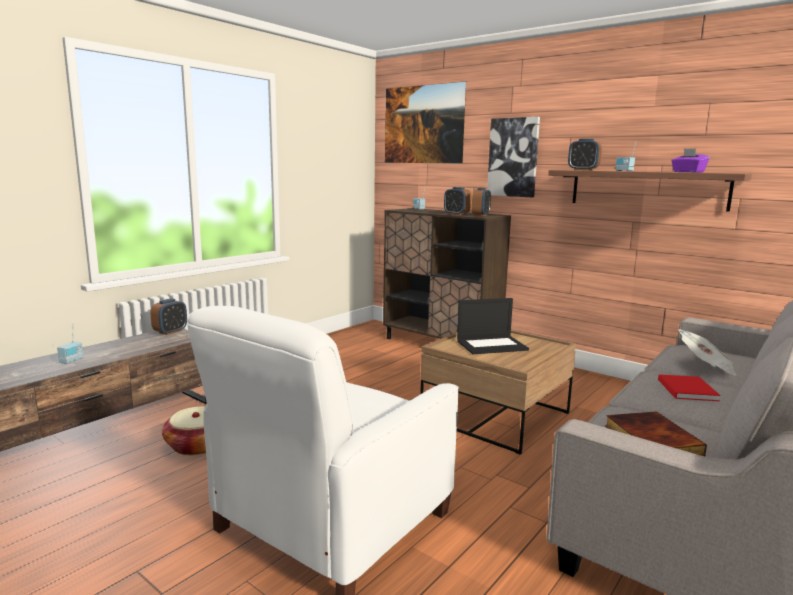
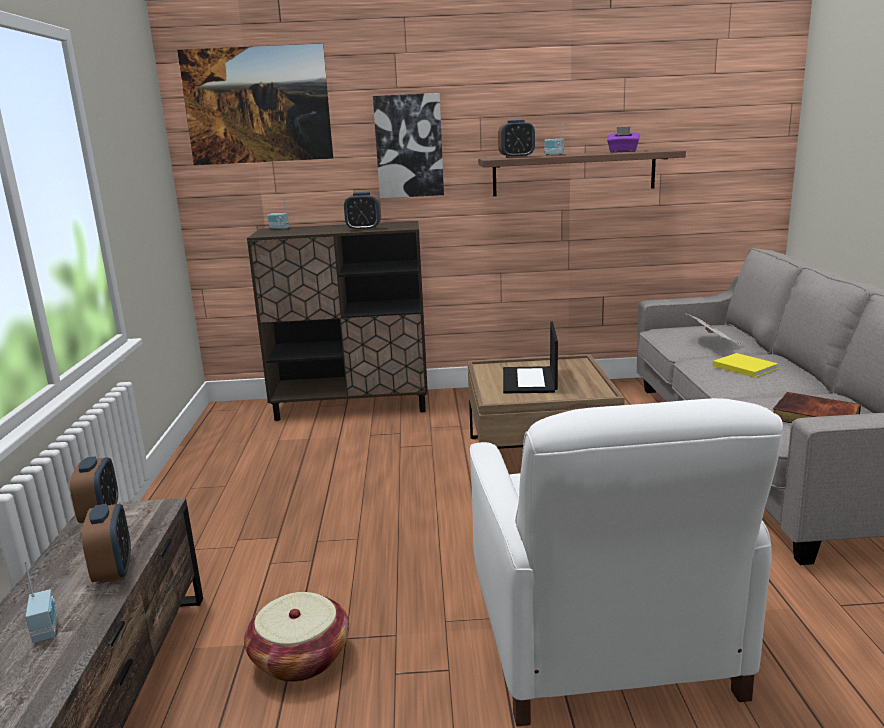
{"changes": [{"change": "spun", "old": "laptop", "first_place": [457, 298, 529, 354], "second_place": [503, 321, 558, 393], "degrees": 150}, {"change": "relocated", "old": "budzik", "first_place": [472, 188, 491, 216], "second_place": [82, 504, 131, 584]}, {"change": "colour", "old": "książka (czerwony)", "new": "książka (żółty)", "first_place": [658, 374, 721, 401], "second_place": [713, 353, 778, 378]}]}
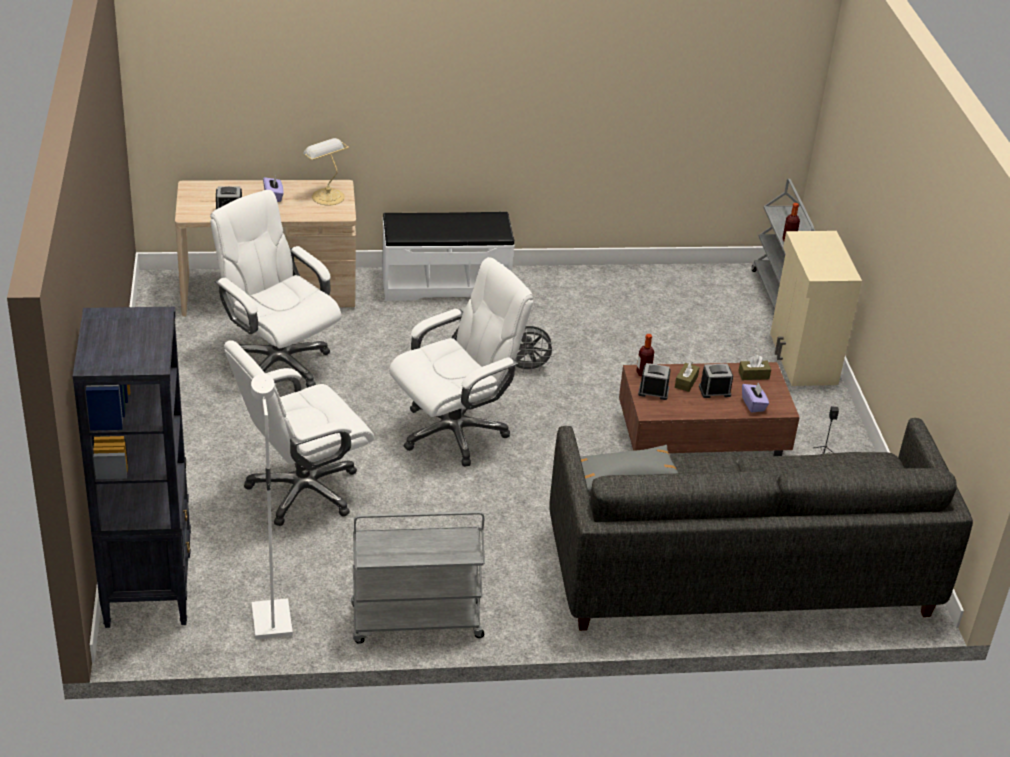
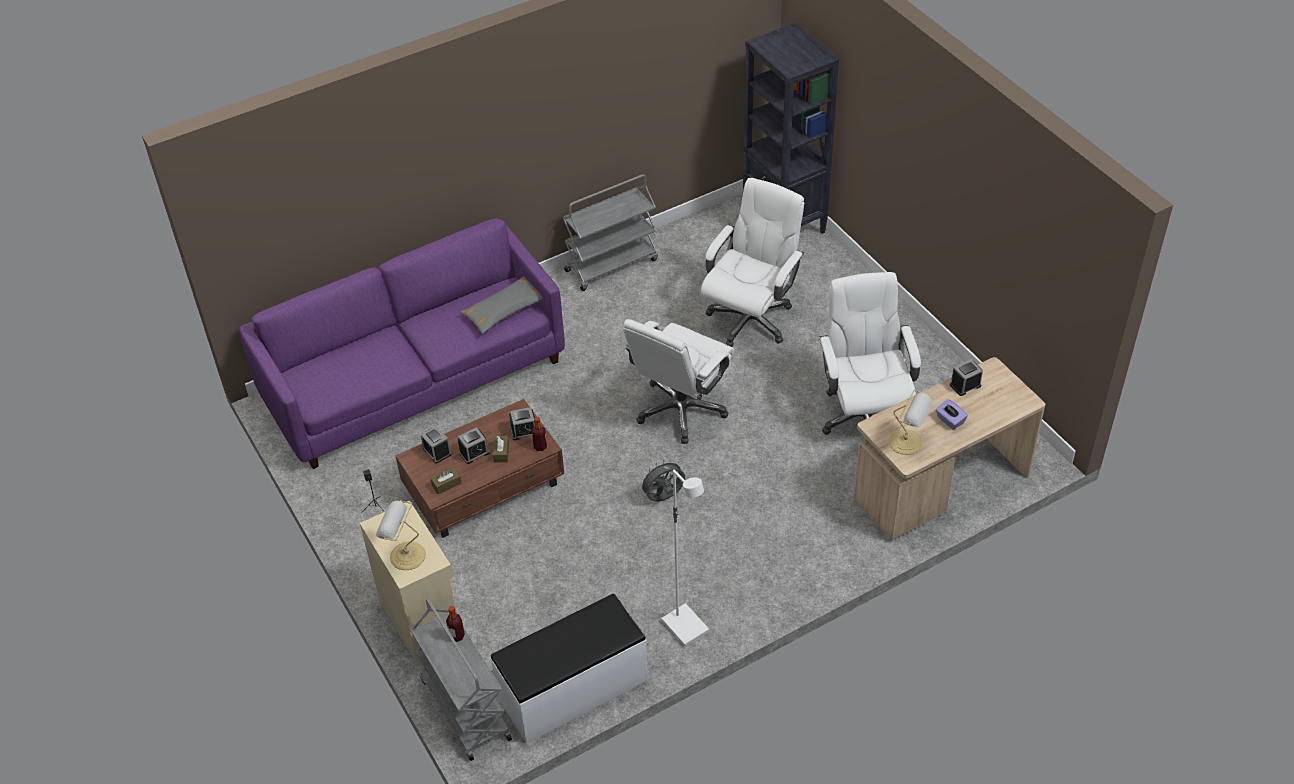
{"changes": [{"change": "spun", "old": "krzesło biurowe (biały)", "first_place": [210, 190, 341, 388], "second_place": [819, 272, 921, 435], "degrees": -120}, {"change": "relocated", "old": "lampa stojąca (biały)", "first_place": [251, 374, 293, 640], "second_place": [661, 470, 709, 646]}, {"change": "relocated", "old": "ławka (biały)", "first_place": [382, 212, 515, 301], "second_place": [490, 594, 648, 744]}, {"change": "colour", "old": "kanapa (szary)", "new": "kanapa (fioletowy)", "first_place": [549, 418, 973, 631], "second_place": [239, 218, 565, 469]}, {"change": "exchanged", "old": "pudełko chusteczek (fioletowy)", "new": "budzik", "first_place": [742, 382, 769, 413], "second_place": [421, 426, 451, 463]}, {"change": "appeared", "new": "lampa stołowa", "second_place": [376, 500, 426, 570]}]}
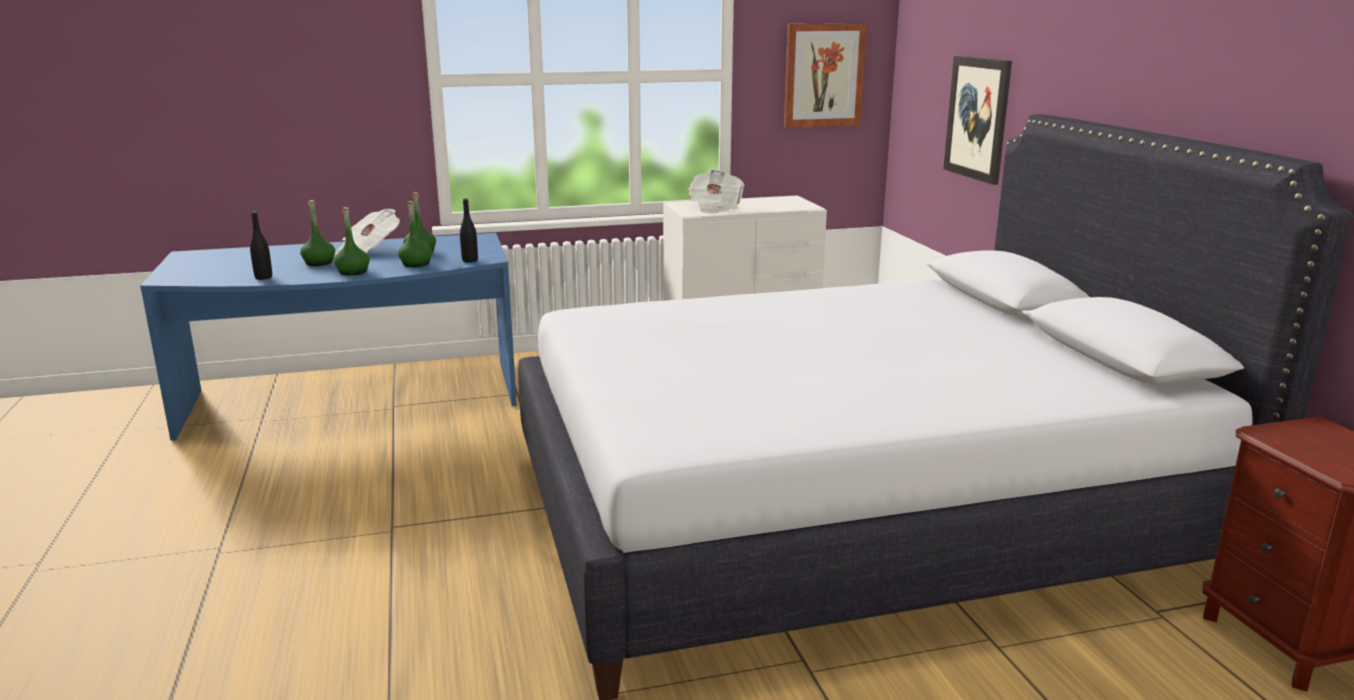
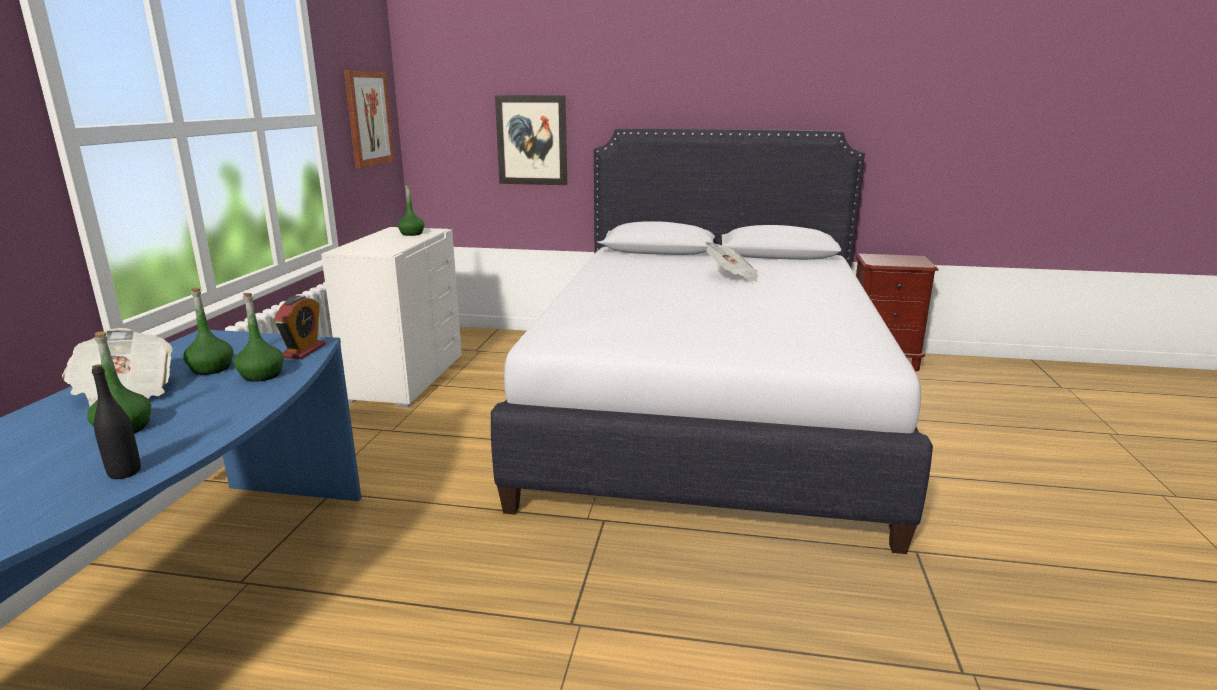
{"changes": [{"change": "relocated", "old": "butelka (zielony)", "first_place": [334, 207, 370, 275], "second_place": [398, 184, 425, 236]}, {"change": "exchanged", "old": "butelka (czarny)", "new": "budzik", "first_place": [460, 198, 478, 263], "second_place": [274, 296, 326, 359]}, {"change": "relocated", "old": "gazeta", "first_place": [687, 169, 745, 214], "second_place": [705, 241, 758, 282]}]}
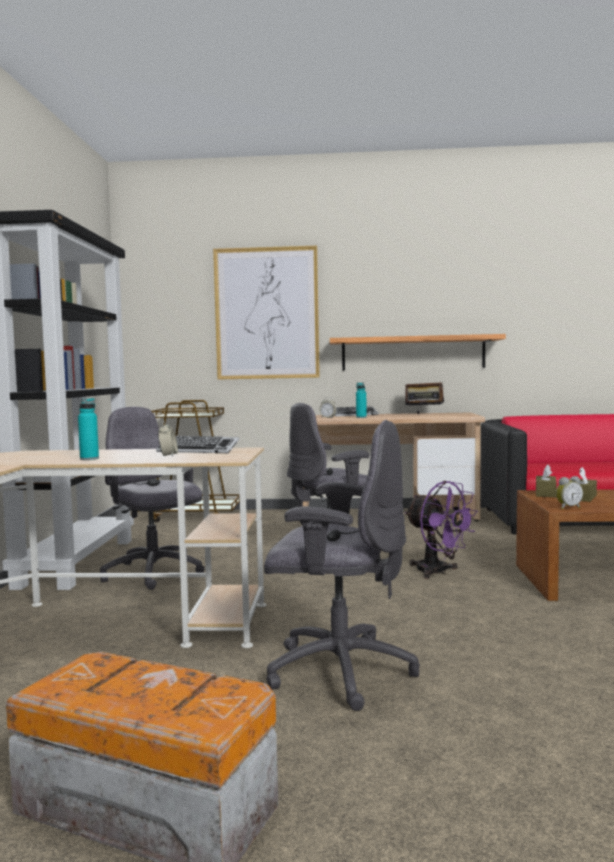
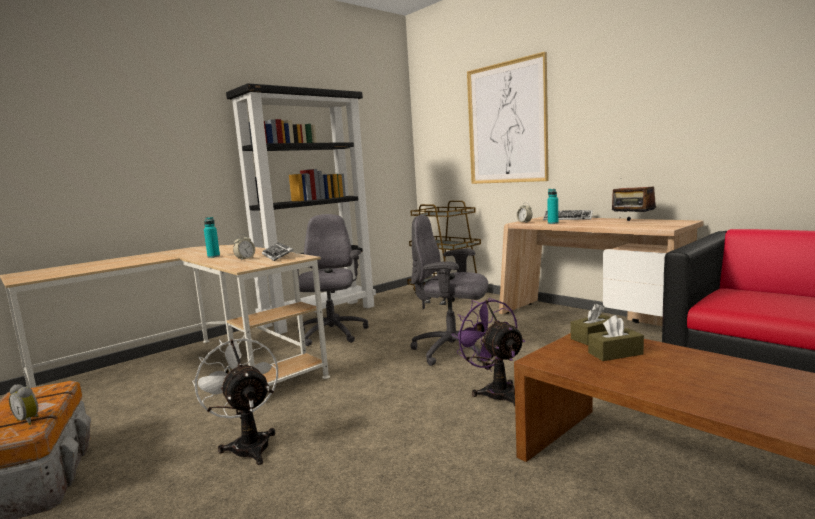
{"changes": [{"change": "exchanged", "old": "krzesło biurowe (szary)", "new": "wentylator (biały)", "first_place": [264, 420, 420, 711], "second_place": [192, 335, 278, 465]}, {"change": "missing", "old": "półka", "first_place": [330, 334, 506, 371]}, {"change": "spun", "old": "wentylator (fioletowy)", "first_place": [405, 481, 478, 579], "second_place": [452, 298, 525, 406], "degrees": 150}, {"change": "relocated", "old": "budzik", "first_place": [556, 476, 583, 510], "second_place": [9, 385, 39, 425]}]}
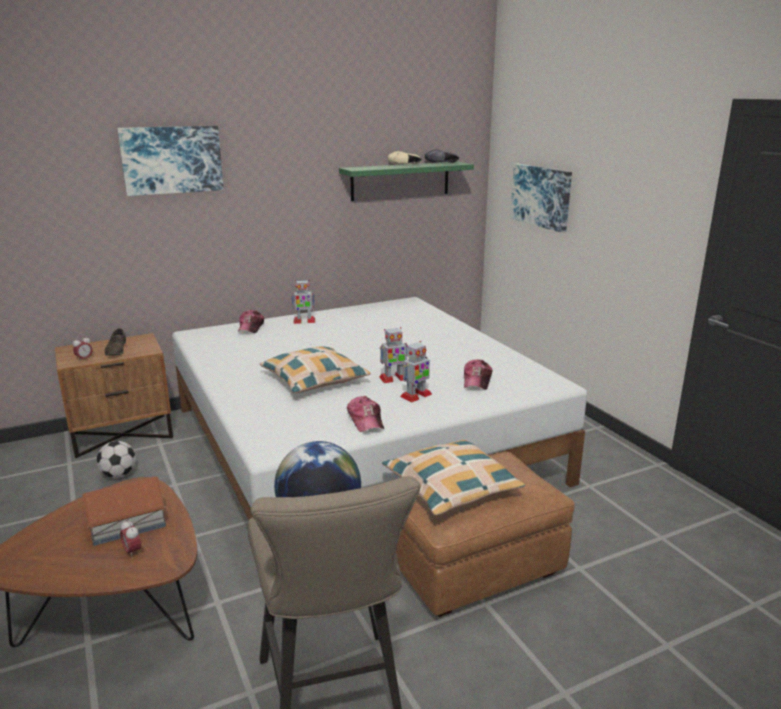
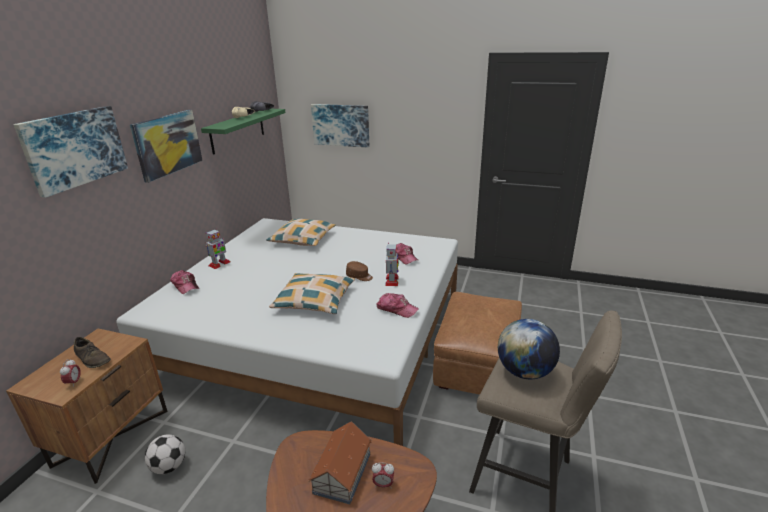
{"changes": [{"change": "exchanged", "old": "robot zabawkowy", "new": "czapka z daszkiem (brązowy)", "first_place": [379, 327, 408, 383], "second_place": [346, 261, 373, 281]}, {"change": "relocated", "old": "poduszka", "first_place": [382, 440, 525, 515], "second_place": [266, 219, 336, 246]}, {"change": "appeared", "new": "obraz", "second_place": [130, 110, 203, 183]}]}
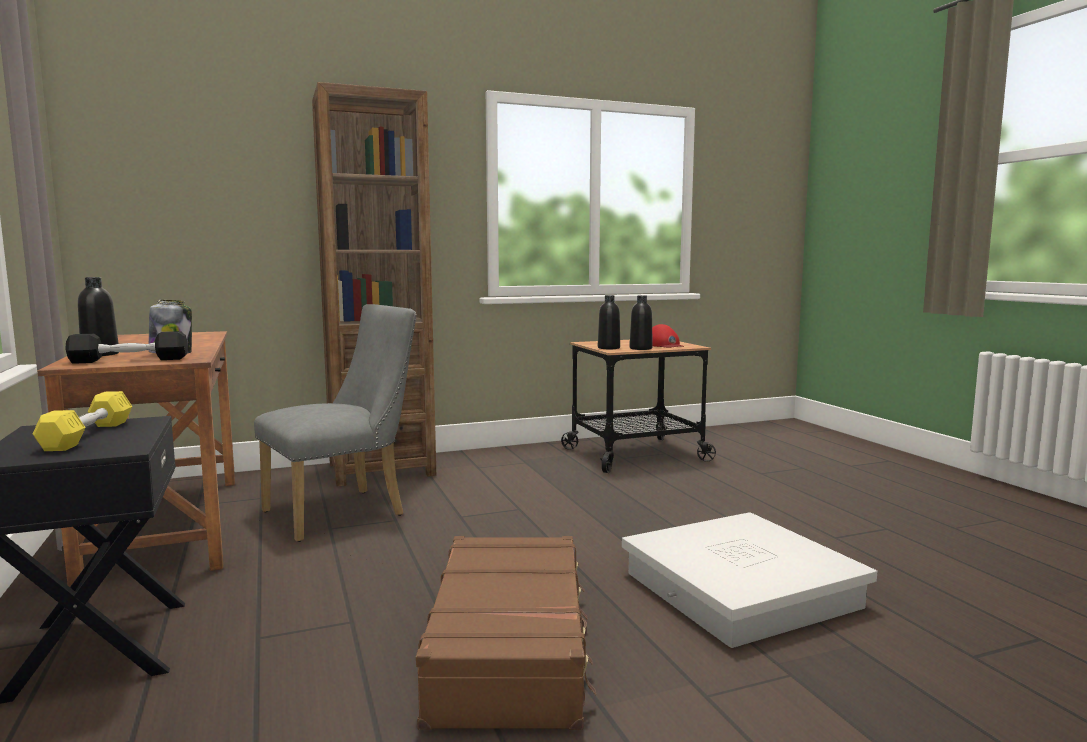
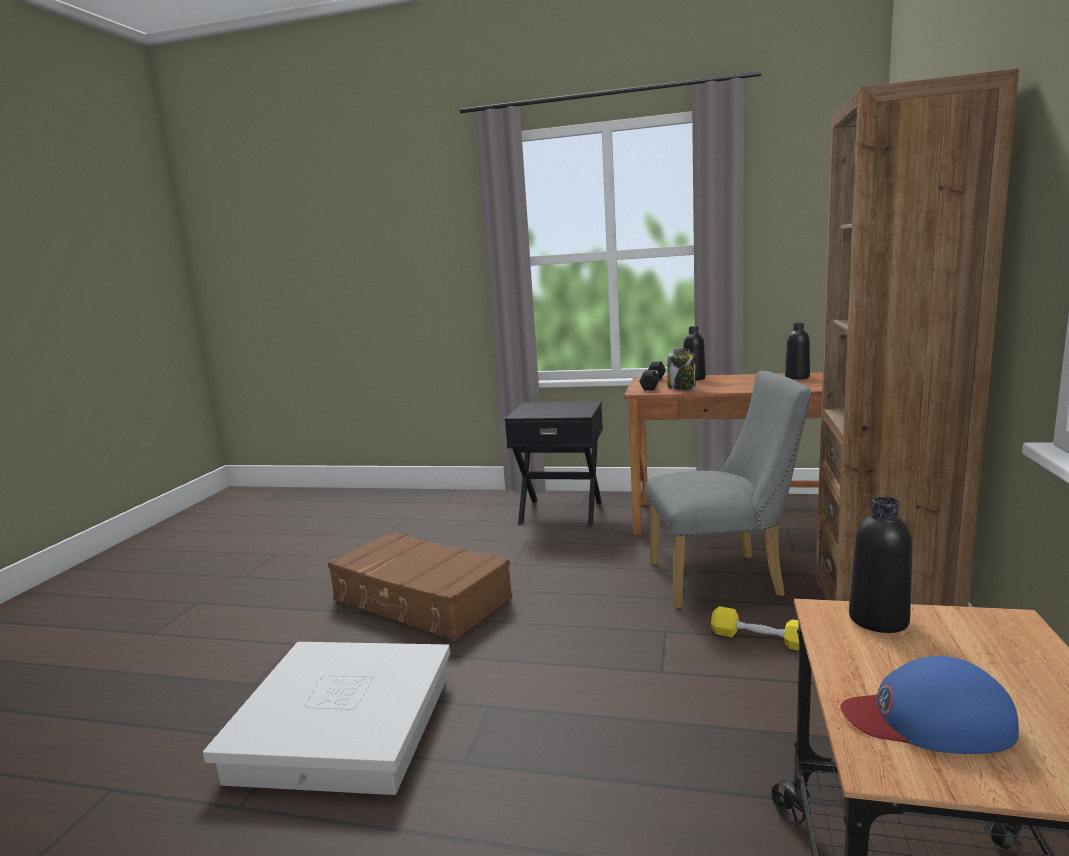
{"changes": [{"change": "relocated", "old": "hantel (żółty)", "first_place": [33, 391, 132, 451], "second_place": [711, 606, 799, 651]}, {"change": "spun", "old": "krzesło (szary)", "first_place": [254, 304, 416, 542], "second_place": [646, 371, 812, 609], "degrees": -90}, {"change": "relocated", "old": "butelka (czarny)", "first_place": [629, 295, 652, 350], "second_place": [785, 323, 810, 380]}, {"change": "colour", "old": "czapka z daszkiem (czerwony)", "new": "czapka z daszkiem (niebieski)", "first_place": [652, 324, 684, 348], "second_place": [840, 656, 1019, 754]}]}
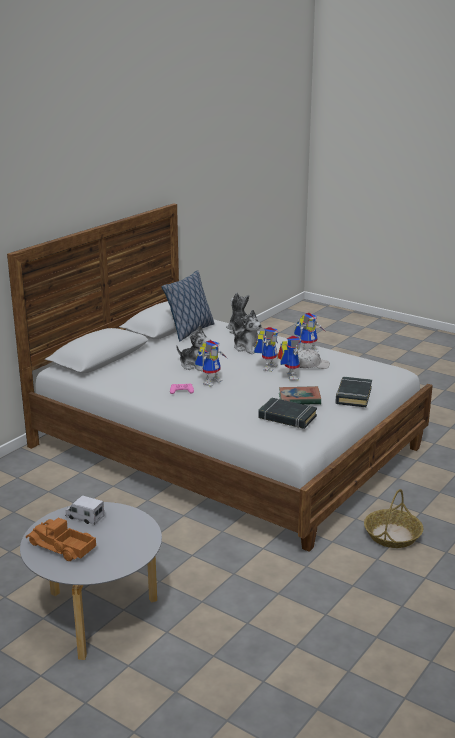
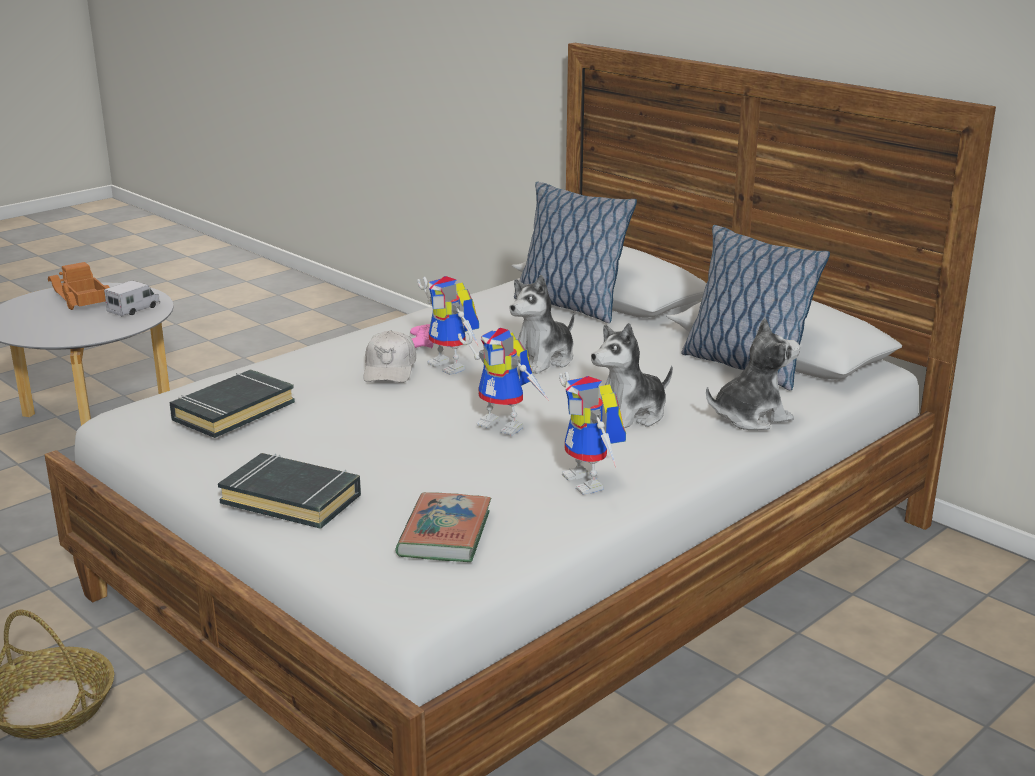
{"changes": [{"change": "spun", "old": "ciężarówka zabawkowa", "first_place": [26, 518, 96, 561], "second_place": [48, 262, 110, 310], "degrees": -75}, {"change": "missing", "old": "robot zabawkowy", "first_place": [277, 336, 302, 381]}, {"change": "relocated", "old": "książka", "first_place": [279, 386, 321, 405], "second_place": [396, 492, 491, 562]}, {"change": "relocated", "old": "czapka z daszkiem (biały)", "first_place": [298, 349, 330, 369], "second_place": [363, 330, 416, 383]}, {"change": "appeared", "new": "poduszka", "second_place": [514, 181, 637, 323]}]}
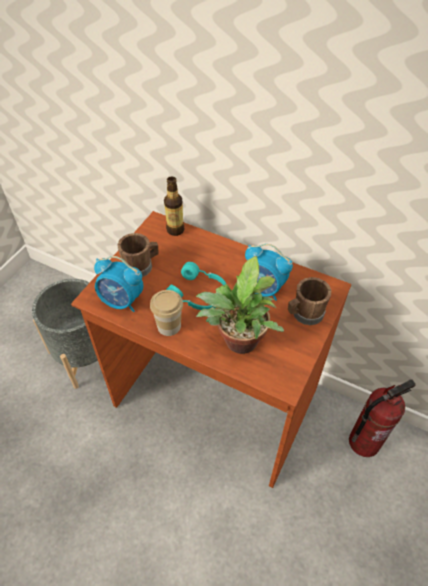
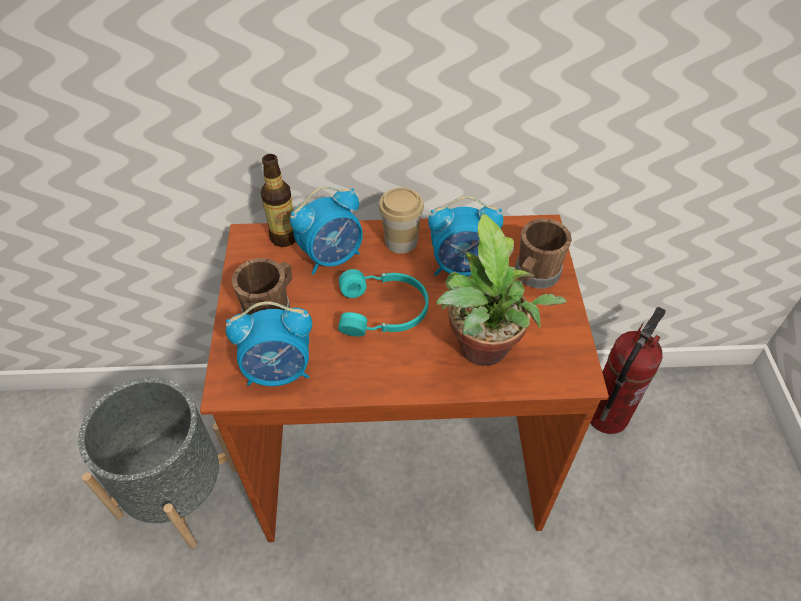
{"changes": [{"change": "relocated", "old": "filiżanka", "first_place": [150, 290, 183, 336], "second_place": [379, 188, 424, 254]}, {"change": "appeared", "new": "budzik", "second_place": [290, 186, 363, 275]}]}
